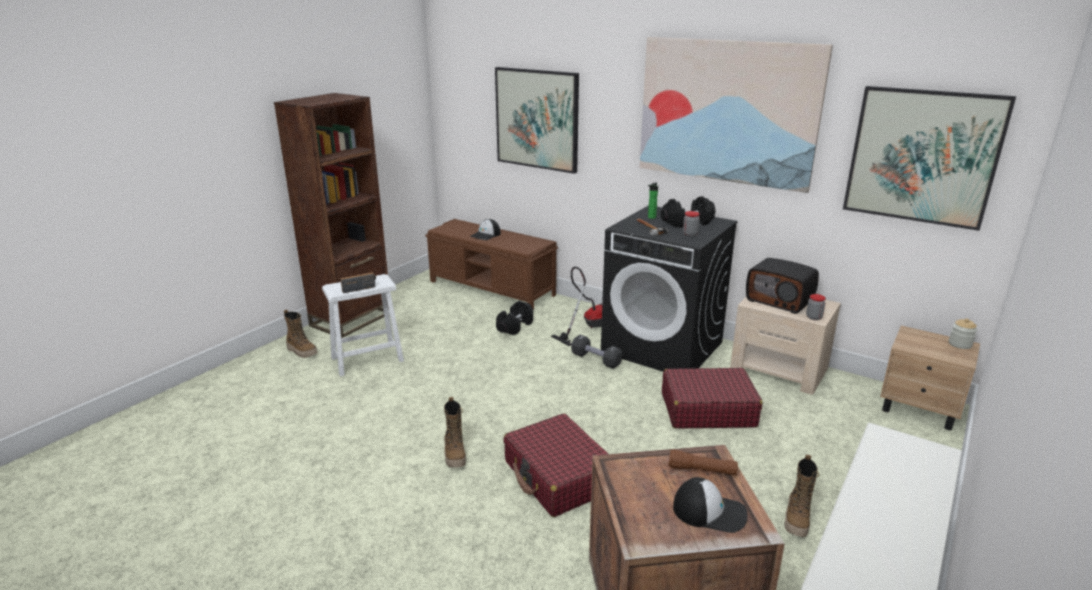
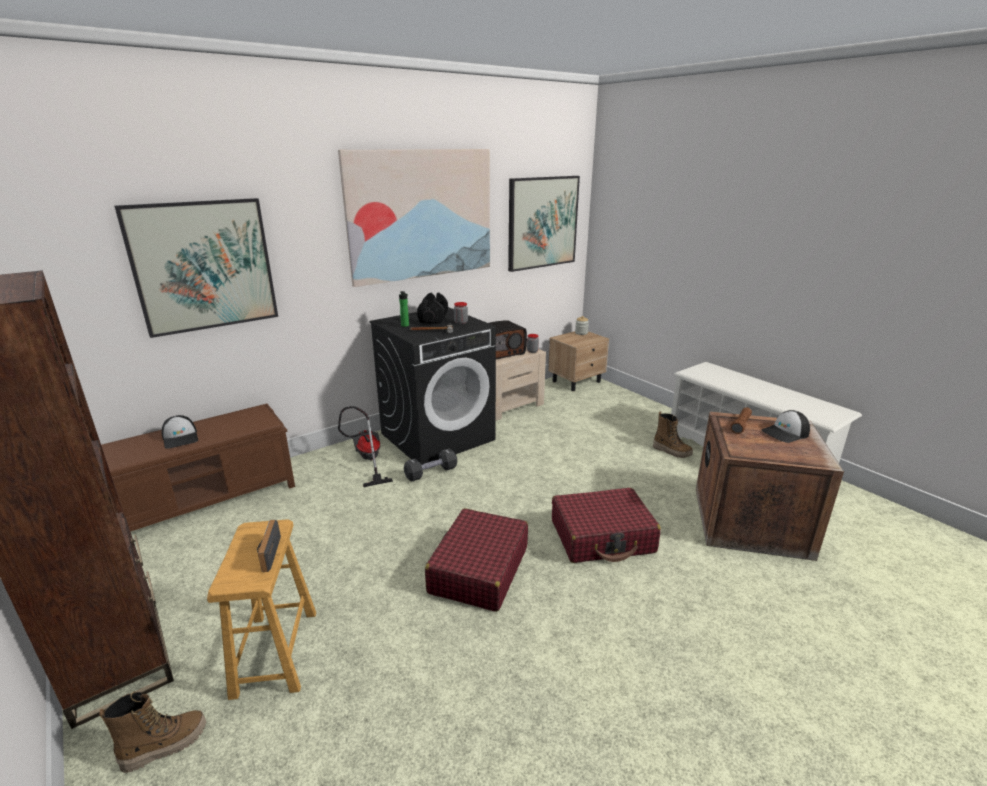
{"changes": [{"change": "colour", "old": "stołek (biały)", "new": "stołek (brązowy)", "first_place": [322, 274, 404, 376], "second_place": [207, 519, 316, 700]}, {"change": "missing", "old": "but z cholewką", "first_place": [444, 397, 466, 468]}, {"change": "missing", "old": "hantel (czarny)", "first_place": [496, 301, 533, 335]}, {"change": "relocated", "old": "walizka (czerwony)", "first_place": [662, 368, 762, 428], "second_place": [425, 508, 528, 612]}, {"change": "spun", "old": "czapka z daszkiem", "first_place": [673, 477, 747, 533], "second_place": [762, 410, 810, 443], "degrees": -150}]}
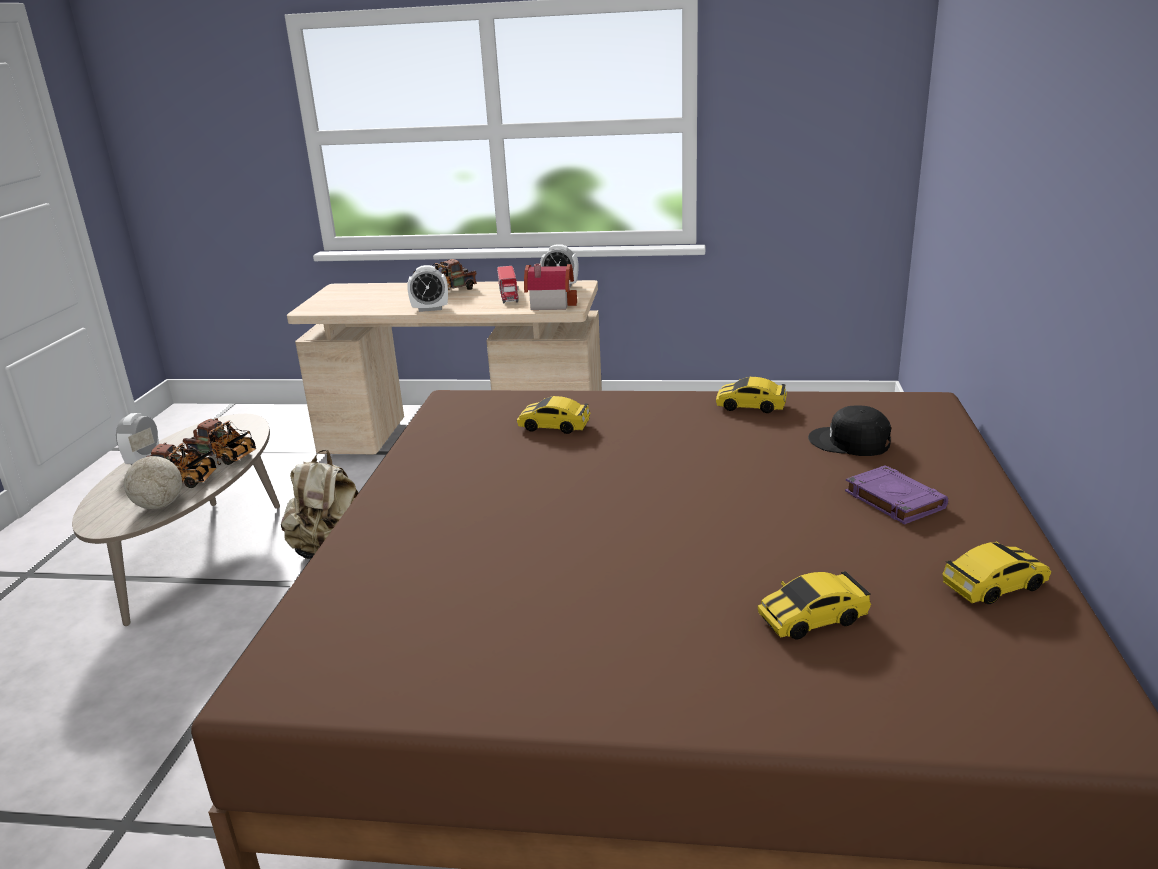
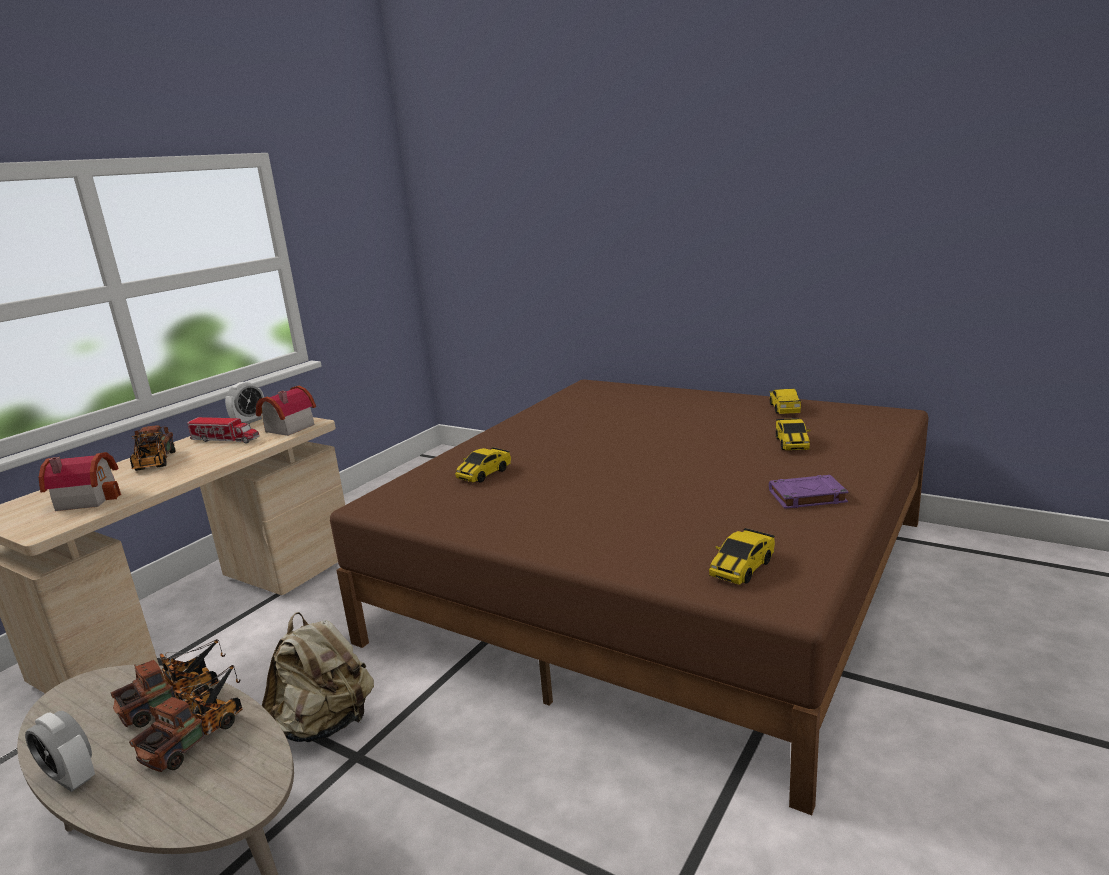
{"changes": [{"change": "missing", "old": "globus", "first_place": [124, 428, 182, 509]}, {"change": "missing", "old": "budzik", "first_place": [407, 265, 448, 312]}, {"change": "relocated", "old": "samochodzik", "first_place": [716, 377, 787, 413], "second_place": [709, 528, 775, 585]}, {"change": "missing", "old": "czapka z daszkiem (czarny)", "first_place": [808, 406, 891, 456]}, {"change": "relocated", "old": "książka (fioletowy)", "first_place": [845, 465, 948, 524], "second_place": [769, 475, 848, 509]}, {"change": "appeared", "new": "domek", "second_place": [39, 452, 121, 511]}]}
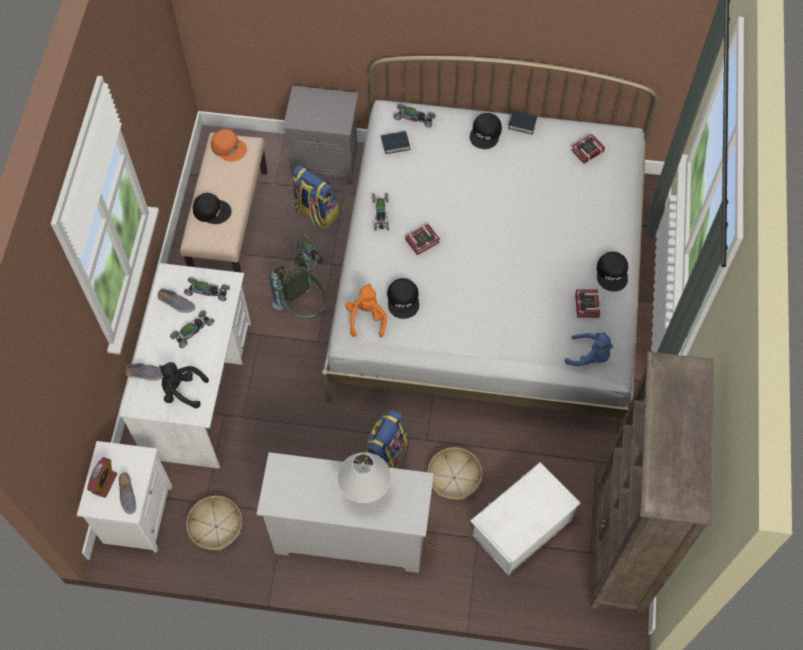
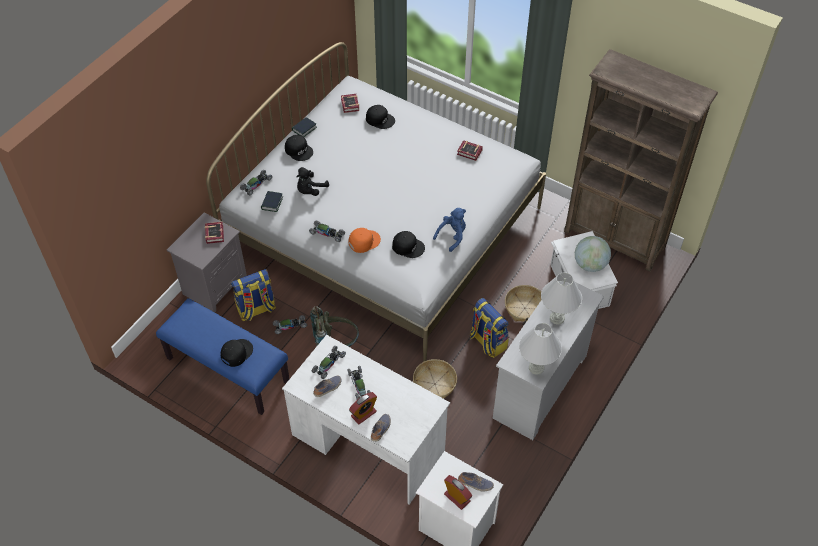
{"changes": [{"change": "relocated", "old": "pluszak (czarny)", "first_place": [159, 362, 209, 408], "second_place": [296, 167, 329, 196]}, {"change": "colour", "old": "ławka (beżowy)", "new": "ławka (niebieski)", "first_place": [180, 132, 267, 273], "second_place": [156, 298, 289, 415]}, {"change": "relocated", "old": "koszyk", "first_place": [186, 496, 242, 551], "second_place": [413, 359, 457, 399]}, {"change": "relocated", "old": "czapka z daszkiem (pomarańczowy)", "first_place": [211, 129, 247, 162], "second_place": [348, 228, 381, 253]}, {"change": "missing", "old": "pluszak (pomarańczowy)", "first_place": [345, 283, 387, 337]}, {"change": "relocated", "old": "książka", "first_place": [405, 224, 440, 255], "second_place": [205, 222, 224, 244]}, {"change": "relocated", "old": "pluszak (niebieski)", "first_place": [565, 332, 613, 366], "second_place": [433, 208, 466, 252]}, {"change": "relocated", "old": "czapka z daszkiem (czarny)", "first_place": [597, 252, 628, 292], "second_place": [366, 105, 395, 129]}, {"change": "appeared", "new": "budzik", "second_place": [349, 392, 377, 425]}, {"change": "appeared", "new": "lampa stołowa (biały)", "second_place": [519, 323, 562, 375]}, {"change": "appeared", "new": "globus", "second_place": [575, 236, 611, 272]}]}
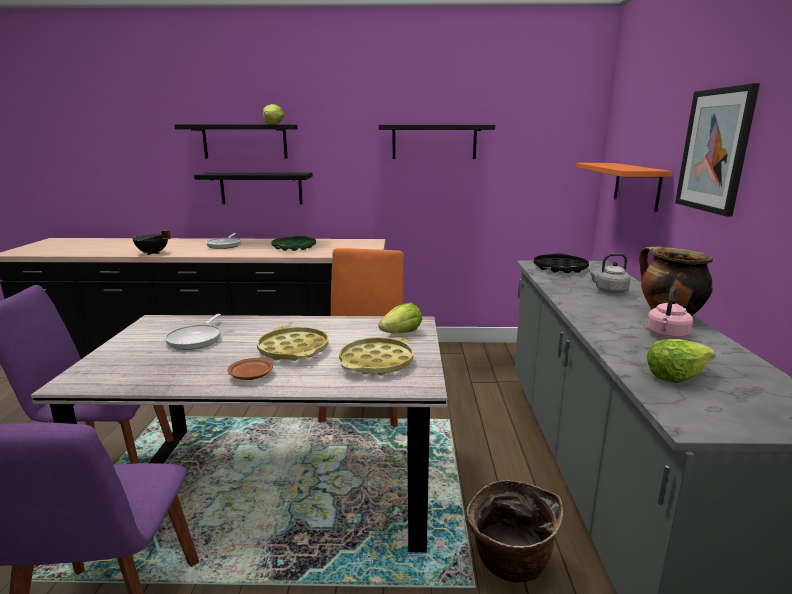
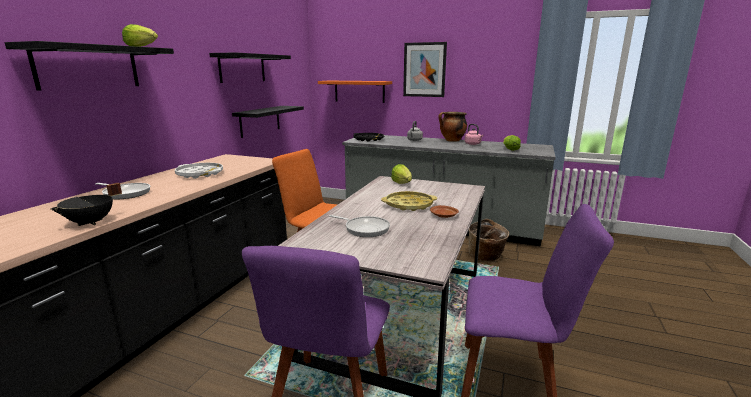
{"changes": [{"change": "relocated", "old": "półka (czarny)", "first_place": [194, 172, 313, 204], "second_place": [232, 106, 304, 138]}, {"change": "colour", "old": "taca (zielony)", "new": "taca (biały)", "first_place": [271, 236, 316, 251], "second_place": [175, 163, 223, 179]}, {"change": "missing", "old": "taca (żółty)", "first_place": [339, 337, 414, 375]}]}
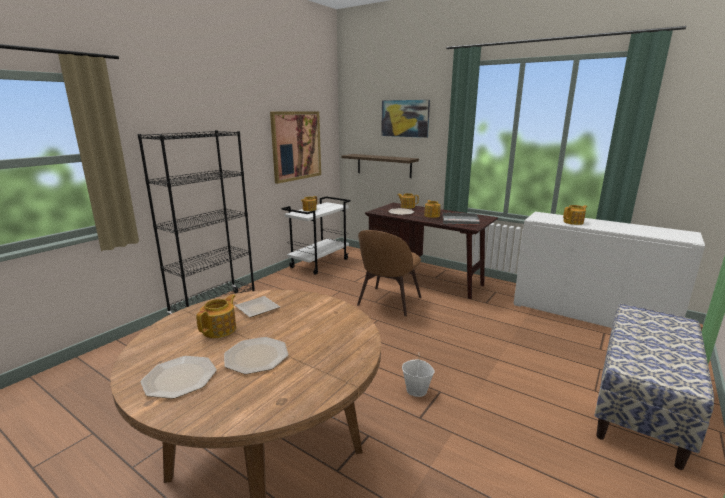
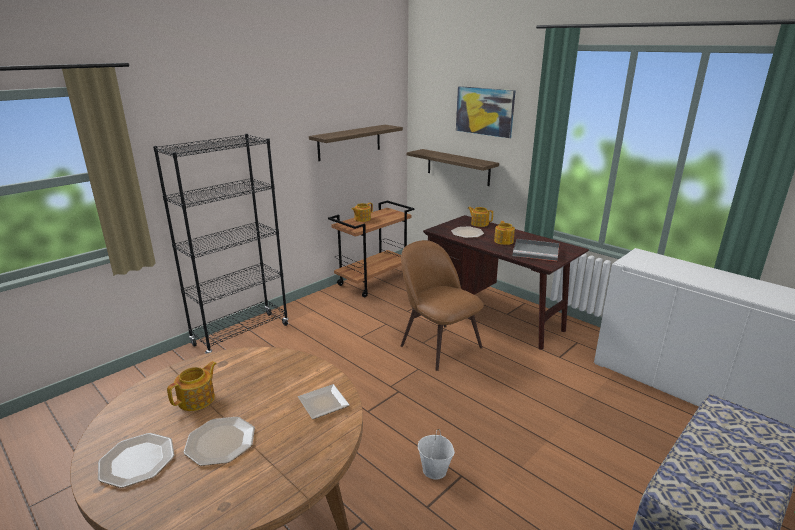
{"changes": [{"change": "relocated", "old": "talerz", "first_place": [235, 296, 280, 318], "second_place": [298, 384, 350, 419]}, {"change": "exchanged", "old": "obraz", "new": "półka", "first_place": [270, 111, 321, 184], "second_place": [309, 125, 403, 161]}, {"change": "colour", "old": "wózek (biały)", "new": "wózek (brązowy)", "first_place": [281, 196, 351, 275], "second_place": [328, 200, 414, 297]}, {"change": "spun", "old": "krzesło (brązowy)", "first_place": [357, 230, 422, 316], "second_place": [401, 240, 484, 371], "degrees": 105}, {"change": "missing", "old": "imbryk", "first_place": [563, 205, 587, 225]}]}
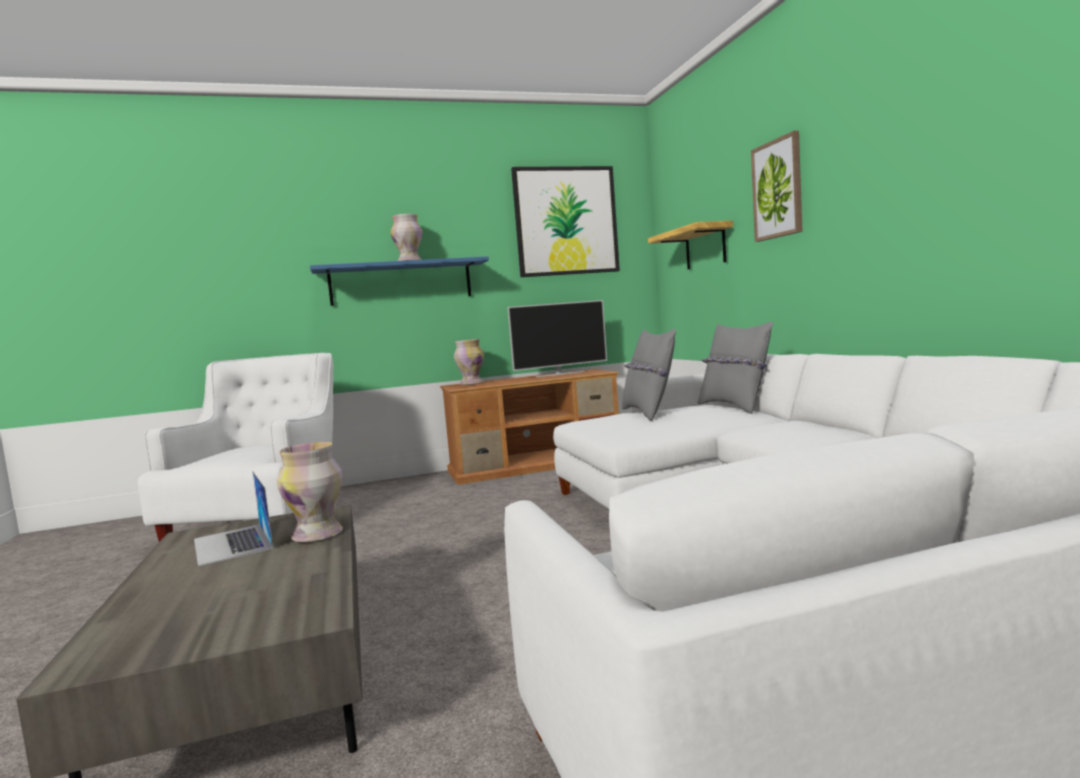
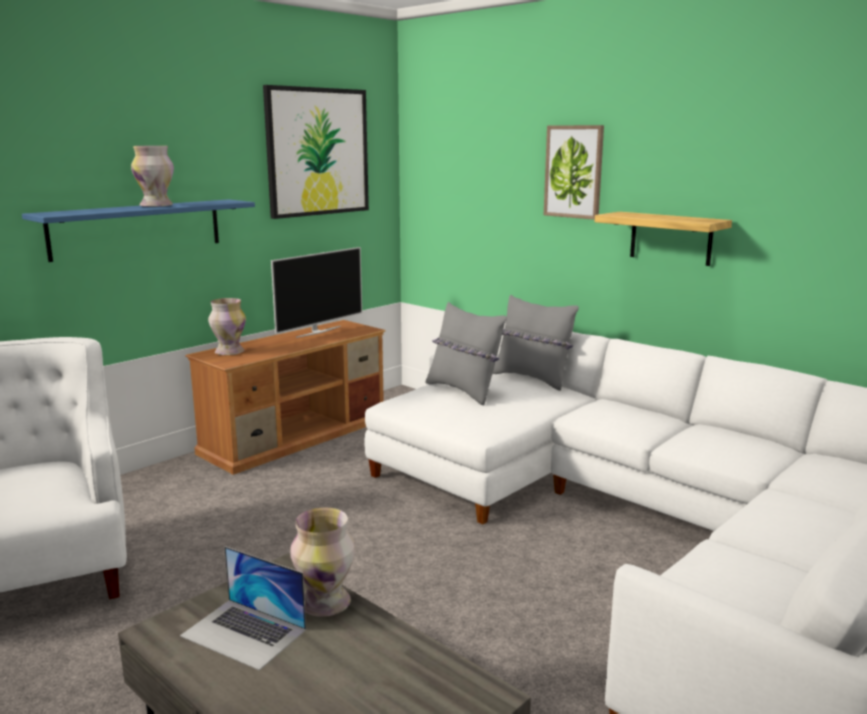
{"changes": [{"change": "relocated", "old": "półka", "first_place": [648, 221, 733, 270], "second_place": [595, 212, 732, 266]}]}
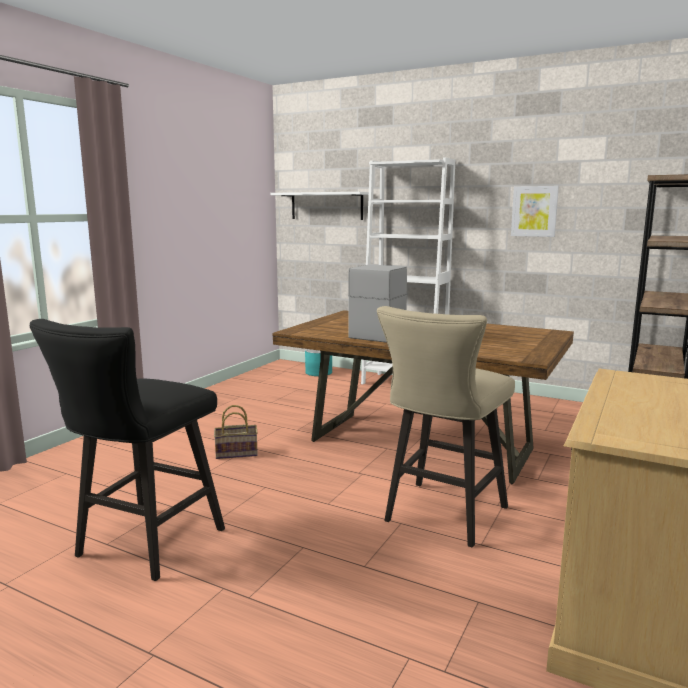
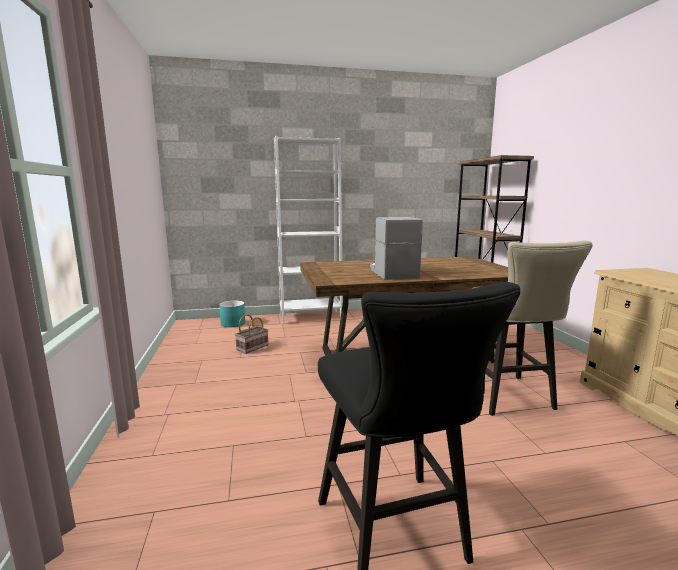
{"changes": [{"change": "relocated", "old": "koszyk", "first_place": [214, 405, 258, 459], "second_place": [235, 314, 268, 354]}, {"change": "missing", "old": "półka (biały)", "first_place": [270, 192, 369, 220]}, {"change": "missing", "old": "obraz", "first_place": [511, 186, 559, 237]}]}
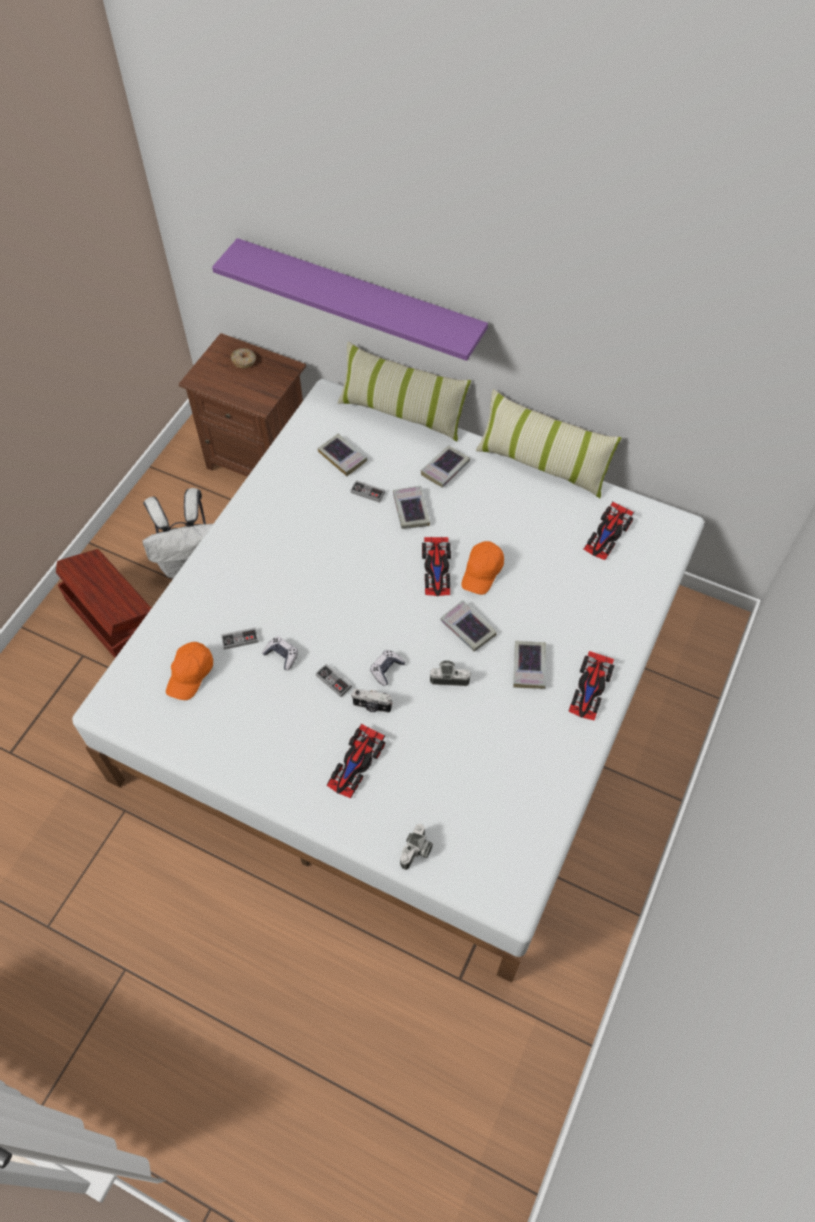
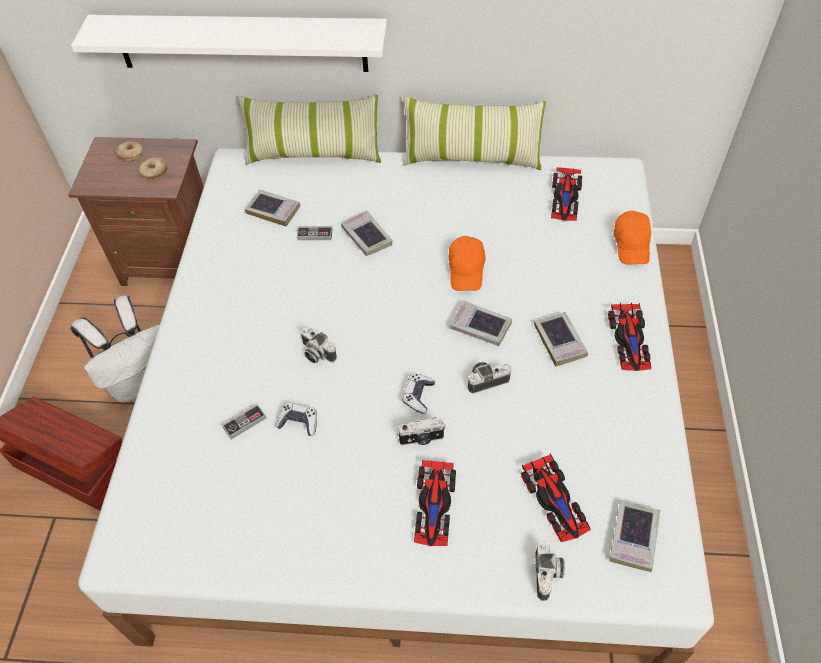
{"changes": [{"change": "relocated", "old": "czapka z daszkiem (pomarańczowy)", "first_place": [166, 642, 213, 700], "second_place": [614, 211, 651, 265]}, {"change": "colour", "old": "półka (fioletowy)", "new": "półka (biały)", "first_place": [212, 238, 488, 361], "second_place": [71, 15, 387, 72]}, {"change": "missing", "old": "pad do gier", "first_place": [316, 663, 352, 697]}, {"change": "relocated", "old": "książka", "first_place": [421, 445, 470, 488], "second_place": [609, 500, 660, 572]}, {"change": "relocated", "old": "samochodzik", "first_place": [422, 536, 451, 596], "second_place": [521, 454, 591, 542]}, {"change": "appeared", "new": "donut", "second_place": [139, 157, 167, 179]}, {"change": "appeared", "new": "aparat fotograficzny", "second_place": [300, 326, 337, 363]}]}
